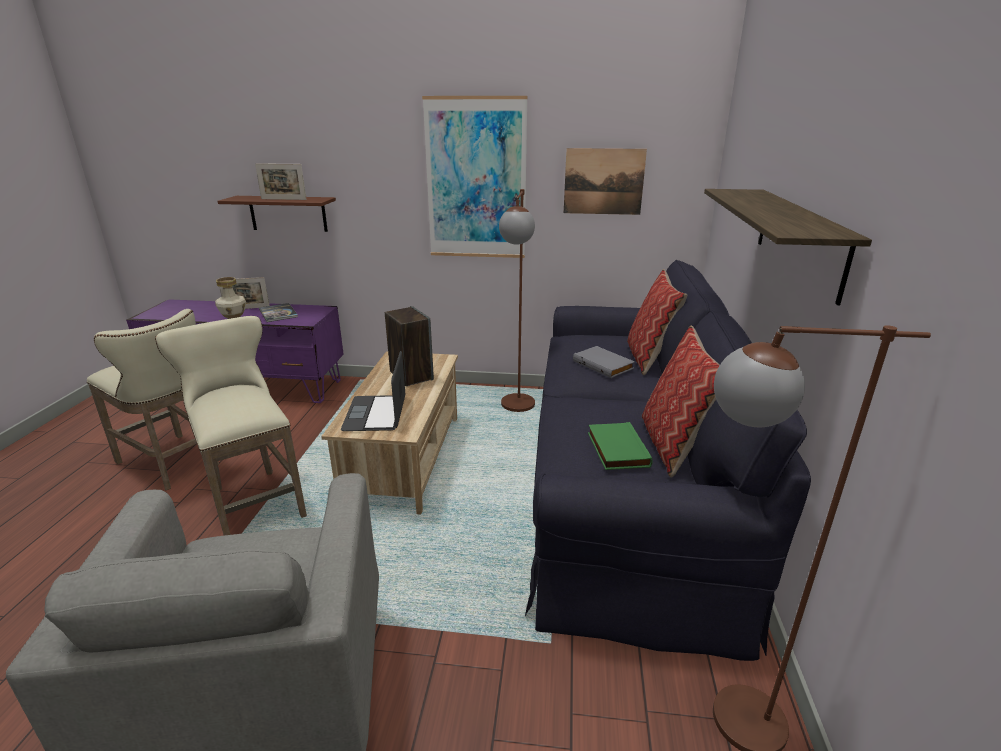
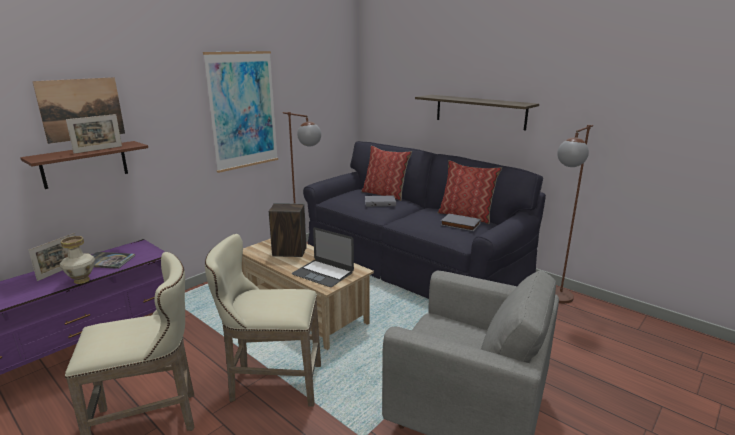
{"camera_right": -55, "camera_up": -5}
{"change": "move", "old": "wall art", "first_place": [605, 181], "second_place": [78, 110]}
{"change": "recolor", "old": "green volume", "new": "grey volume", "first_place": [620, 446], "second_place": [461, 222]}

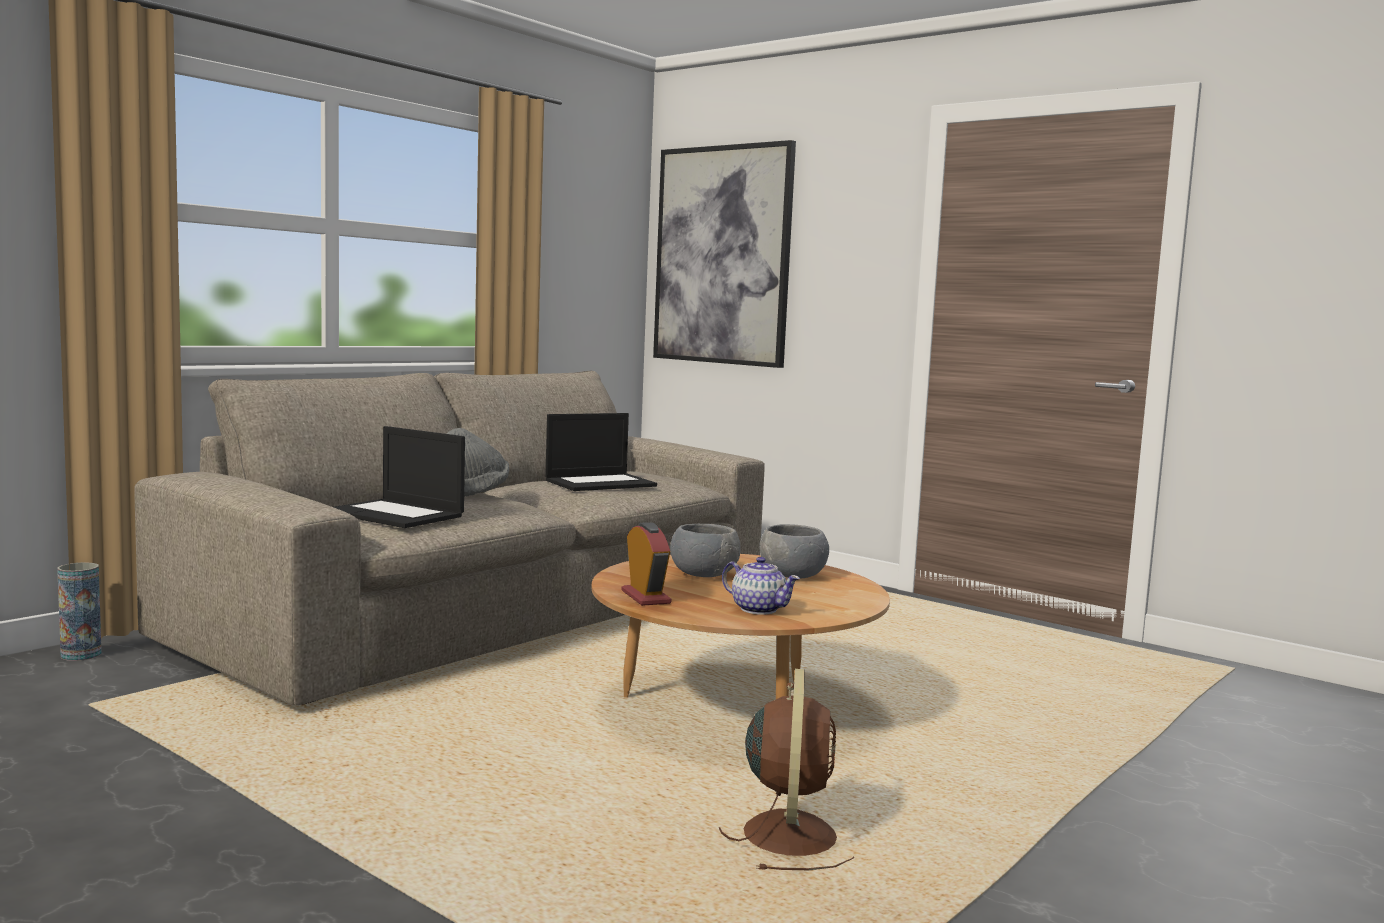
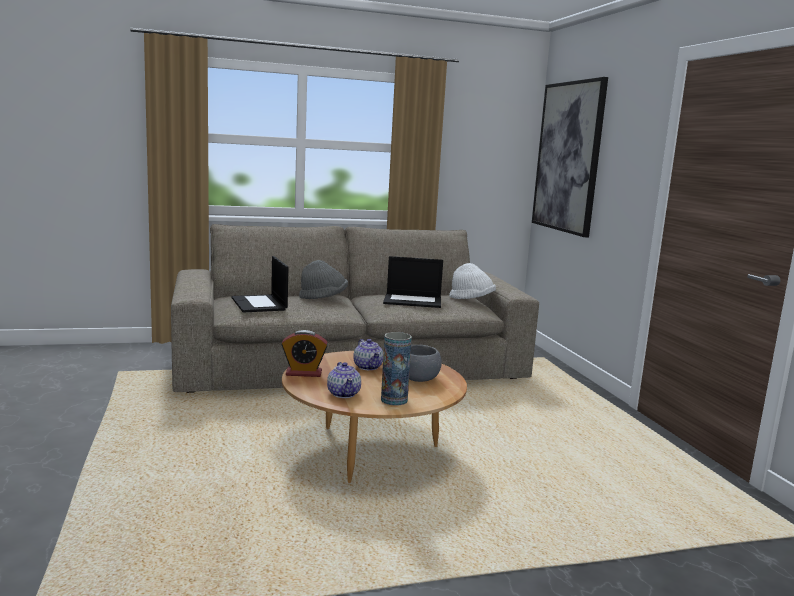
{"camera_right": 35, "camera_up": 5}
{"change": "move", "old": "vase", "first_place": [79, 611], "second_place": [396, 369]}
{"change": "rotate", "old": "alarm clock", "first_place": [646, 564], "second_place": [304, 353], "degrees": 75}
{"change": "replace", "old": "grey serving bowl", "new": "pot for tea", "first_place": [705, 550], "second_place": [368, 354]}
{"change": "delete", "old": "brownish electric fan", "first_place": [786, 769]}
{"change": "insert", "new": "white-coloured hat", "second_place": [472, 281]}

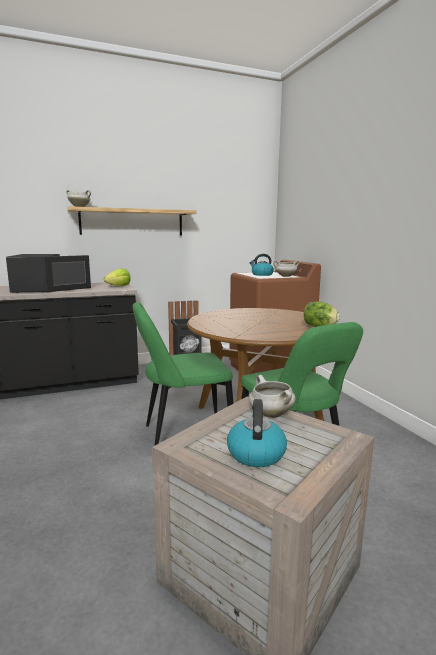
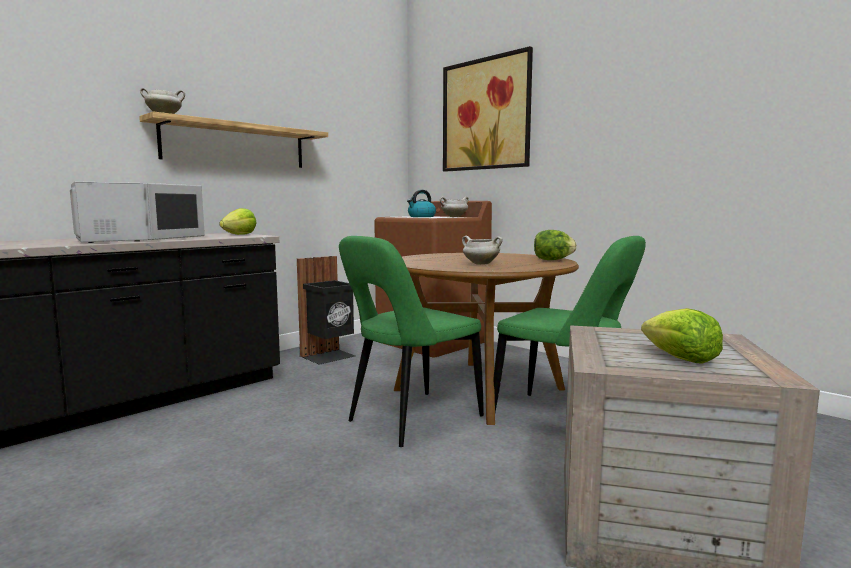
{"camera_right": -25, "camera_up": -5}
{"change": "recolor", "old": "black-coloured microwave", "new": "white-coloured microwave", "first_place": [48, 273], "second_place": [137, 212]}
{"change": "replace", "old": "water kettle", "new": "head of lettuce", "first_place": [257, 433], "second_place": [682, 336]}
{"change": "move", "old": "white-coloured saucepot", "first_place": [272, 396], "second_place": [482, 250]}
{"change": "insert", "new": "wall art", "second_place": [488, 109]}

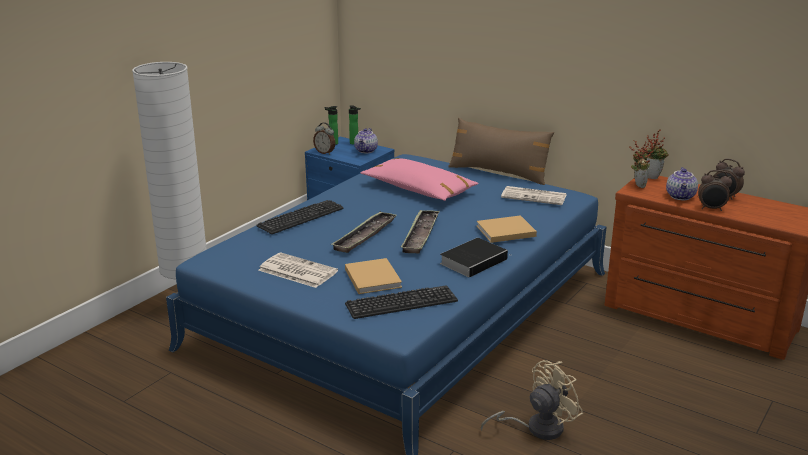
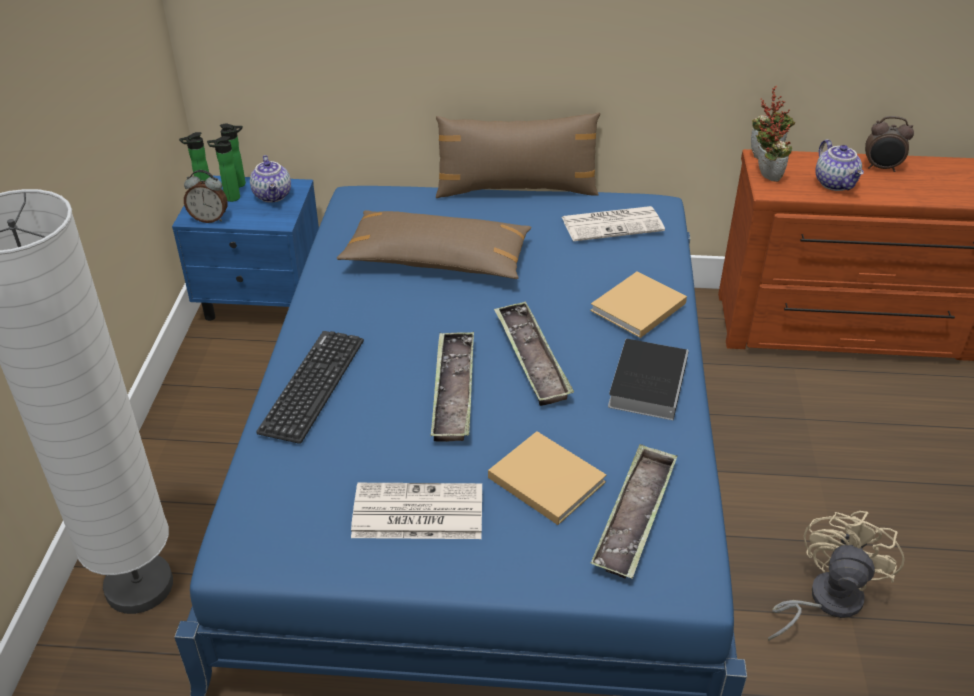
{"camera_right": -30, "camera_up": 15}
{"change": "replace", "old": "computer keyboard", "new": "tray", "first_place": [401, 302], "second_place": [634, 511]}
{"change": "recolor", "old": "pink cushion", "new": "brownish cushion", "first_place": [419, 179], "second_place": [434, 244]}
{"change": "delete", "old": "alarm clock", "first_place": [715, 190]}
{"change": "insert", "new": "beverage bottle", "second_place": [223, 169]}

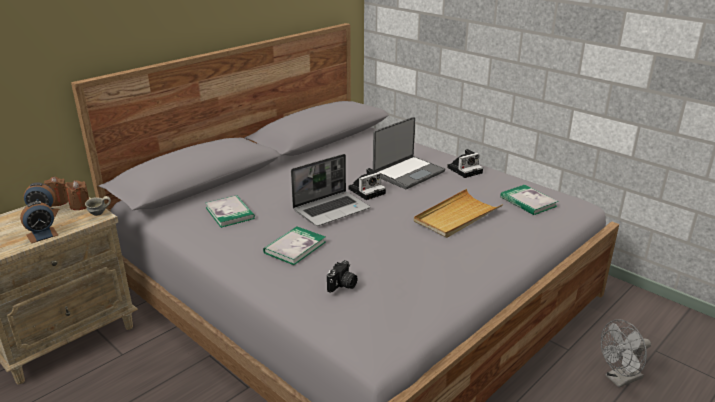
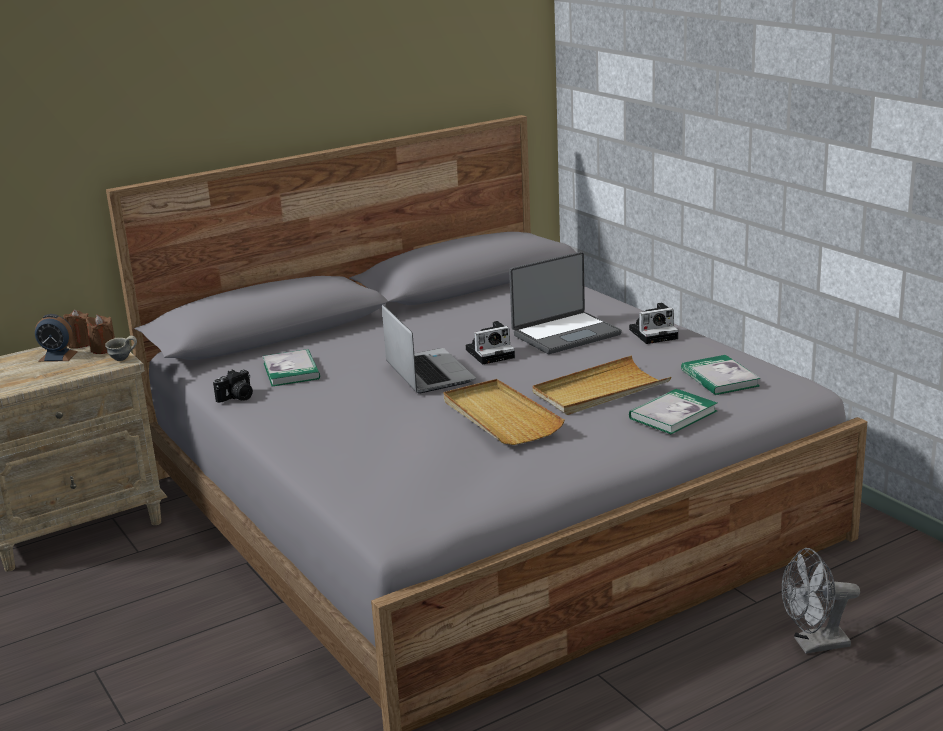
{"camera_right": 15, "camera_up": -5}
{"change": "delete", "old": "alarm clock", "first_place": [39, 222]}
{"change": "move", "old": "volume", "first_place": [294, 245], "second_place": [673, 411]}
{"change": "rotate", "old": "notebook computer", "first_place": [330, 190], "second_place": [429, 348], "degrees": -90}
{"change": "move", "old": "still camera", "first_place": [342, 276], "second_place": [233, 386]}
{"change": "insert", "new": "beige-coloured tray", "second_place": [504, 412]}

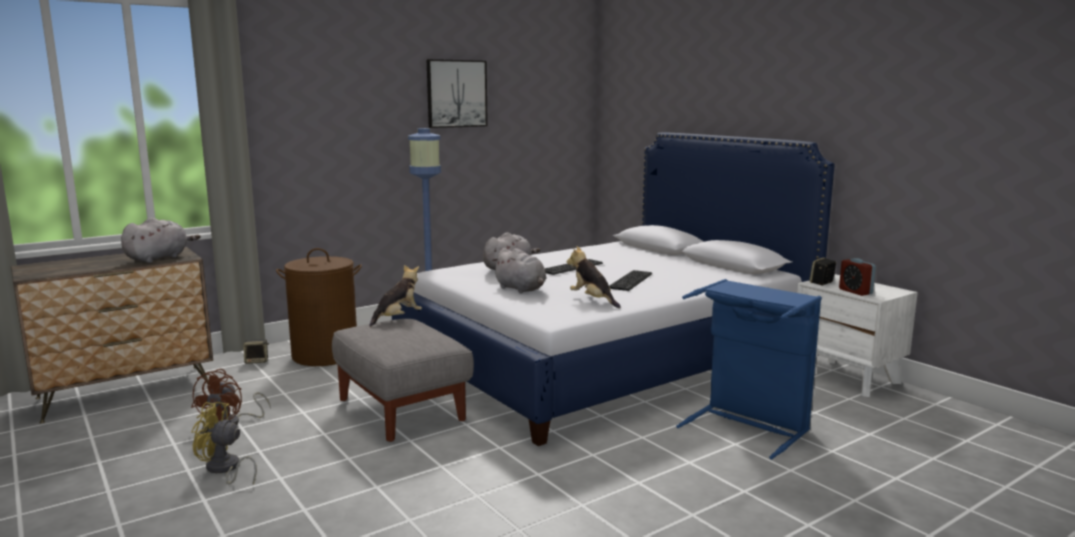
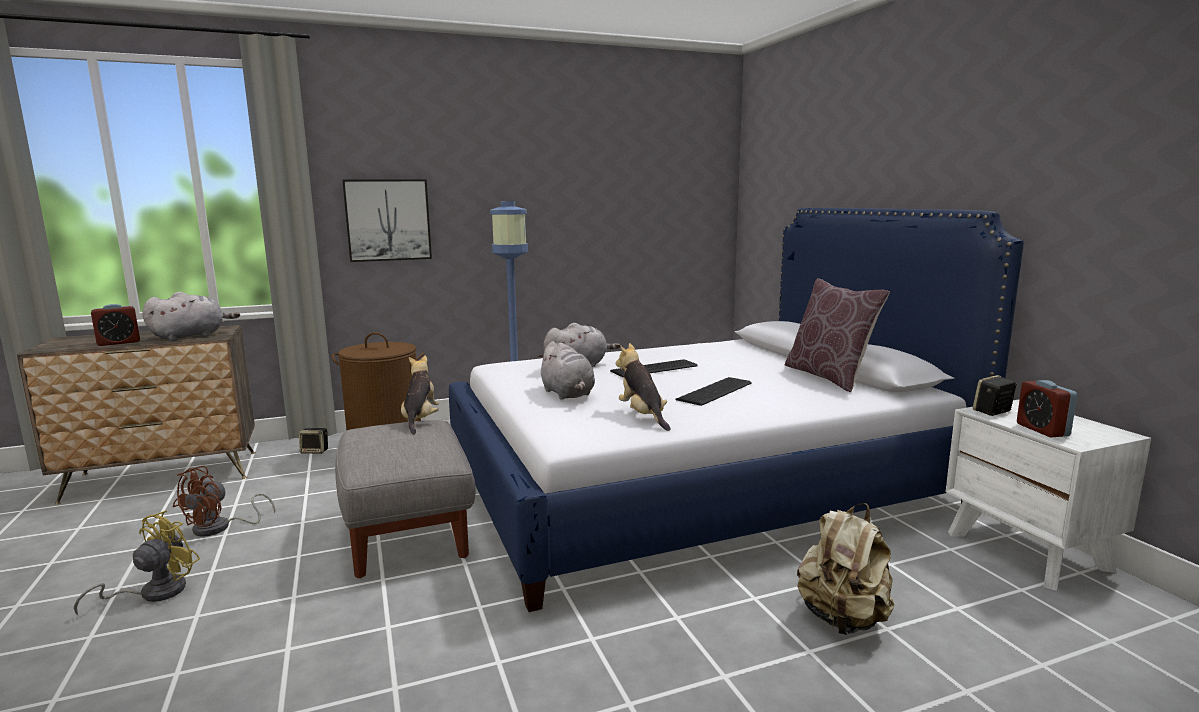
{"camera_right": 15, "camera_up": 0}
{"change": "rotate", "old": "yellowish electric fan", "first_place": [224, 443], "second_place": [137, 562], "degrees": 90}
{"change": "rotate", "old": "soft toy", "first_place": [395, 296], "second_place": [420, 395], "degrees": -60}
{"change": "move", "old": "wall art", "first_place": [457, 93], "second_place": [387, 220]}
{"change": "replace", "old": "blue laundry basket", "new": "beige-coloured rucksack", "first_place": [749, 369], "second_place": [845, 569]}
{"change": "insert", "new": "alarm clock", "second_place": [115, 325]}
{"change": "insert", "new": "brownish cushion", "second_place": [837, 335]}

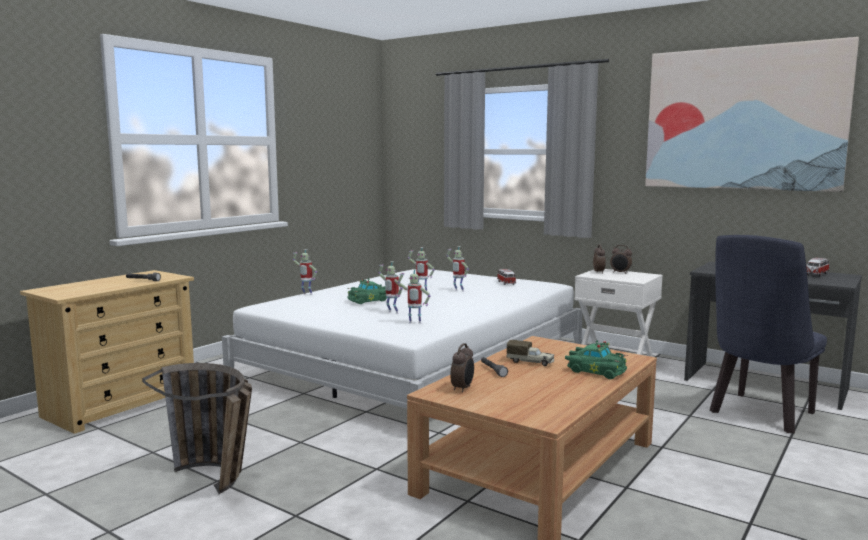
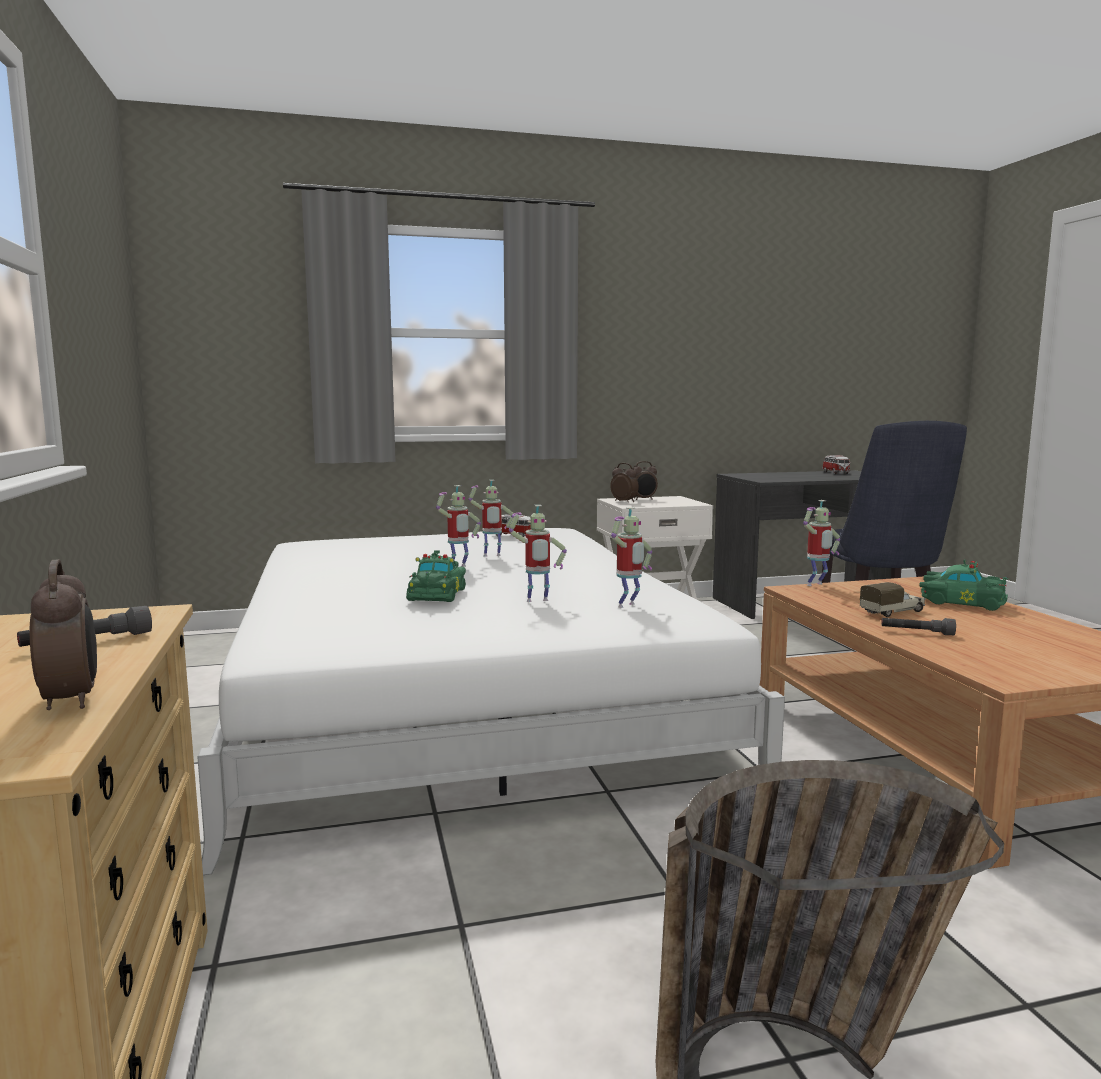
{"camera_right": -50, "camera_up": 0}
{"change": "move", "old": "toy robot", "first_place": [305, 272], "second_place": [821, 543]}
{"change": "move", "old": "alarm clock", "first_place": [462, 367], "second_place": [63, 634]}
{"change": "rotate", "old": "green toy car", "first_place": [596, 359], "second_place": [964, 585], "degrees": 45}
{"change": "delete", "old": "wall art", "first_place": [752, 114]}

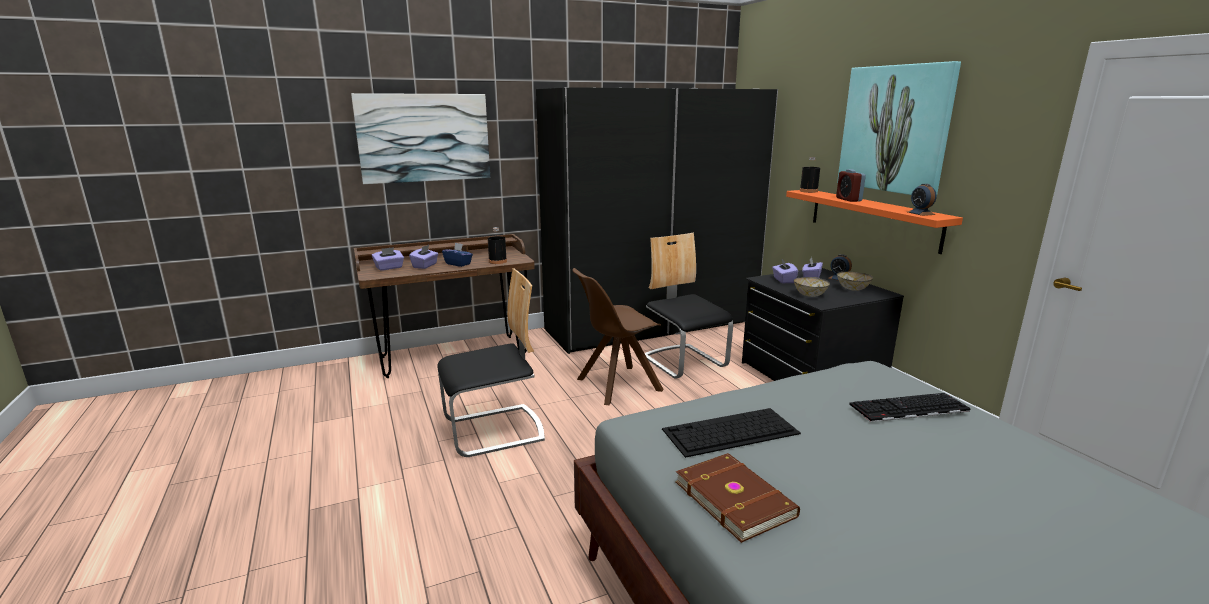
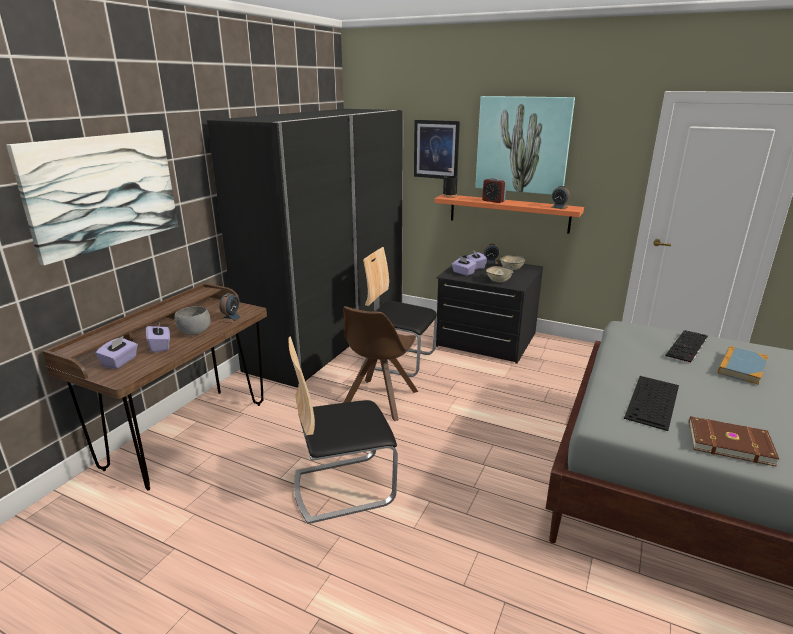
{"camera_right": -40, "camera_up": 5}
{"change": "rotate", "old": "chair", "first_place": [491, 362], "second_place": [343, 430], "degrees": -135}
{"change": "replace", "old": "blue tissue box", "new": "grey serving bowl", "first_place": [457, 255], "second_place": [192, 320]}
{"change": "replace", "old": "black-coloured beverage bottle", "new": "alarm clock", "first_place": [497, 245], "second_place": [231, 308]}
{"change": "insert", "new": "wall art", "second_place": [437, 149]}
{"change": "insert", "new": "volume", "second_place": [743, 365]}

